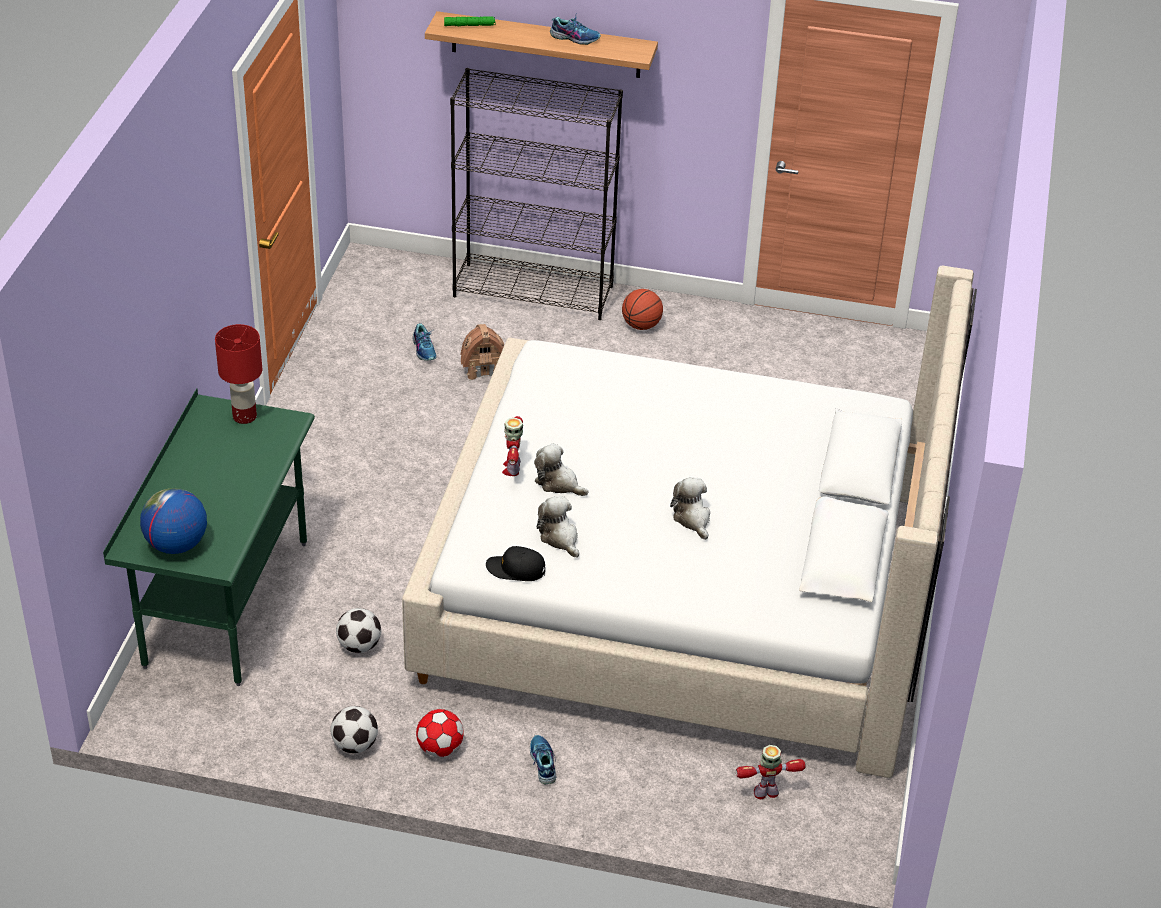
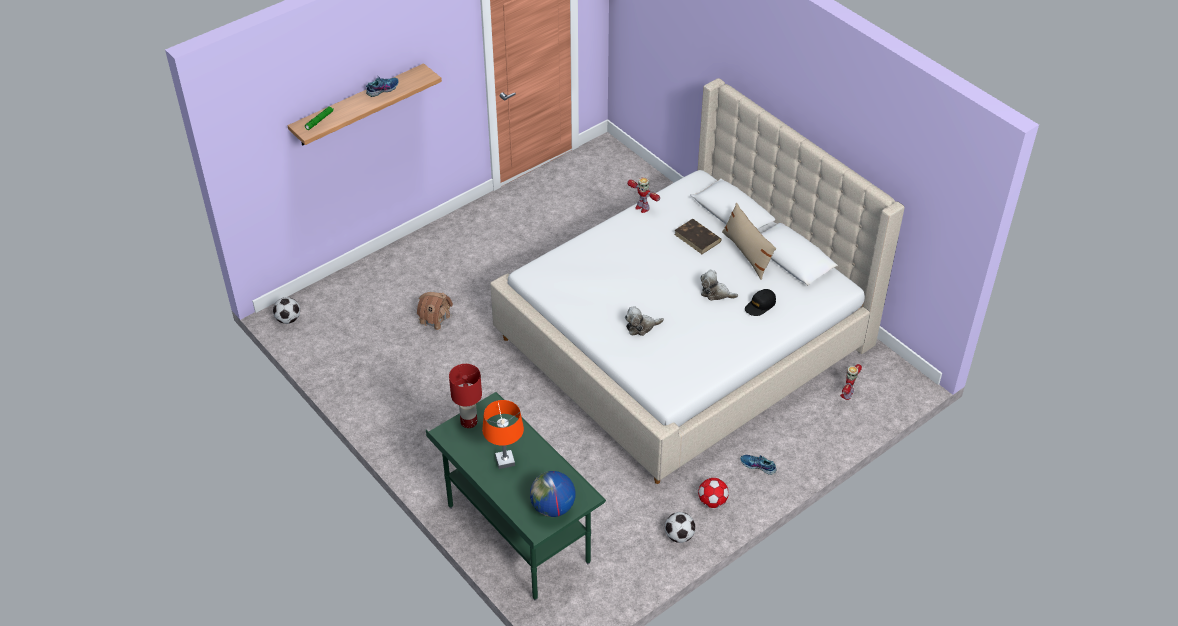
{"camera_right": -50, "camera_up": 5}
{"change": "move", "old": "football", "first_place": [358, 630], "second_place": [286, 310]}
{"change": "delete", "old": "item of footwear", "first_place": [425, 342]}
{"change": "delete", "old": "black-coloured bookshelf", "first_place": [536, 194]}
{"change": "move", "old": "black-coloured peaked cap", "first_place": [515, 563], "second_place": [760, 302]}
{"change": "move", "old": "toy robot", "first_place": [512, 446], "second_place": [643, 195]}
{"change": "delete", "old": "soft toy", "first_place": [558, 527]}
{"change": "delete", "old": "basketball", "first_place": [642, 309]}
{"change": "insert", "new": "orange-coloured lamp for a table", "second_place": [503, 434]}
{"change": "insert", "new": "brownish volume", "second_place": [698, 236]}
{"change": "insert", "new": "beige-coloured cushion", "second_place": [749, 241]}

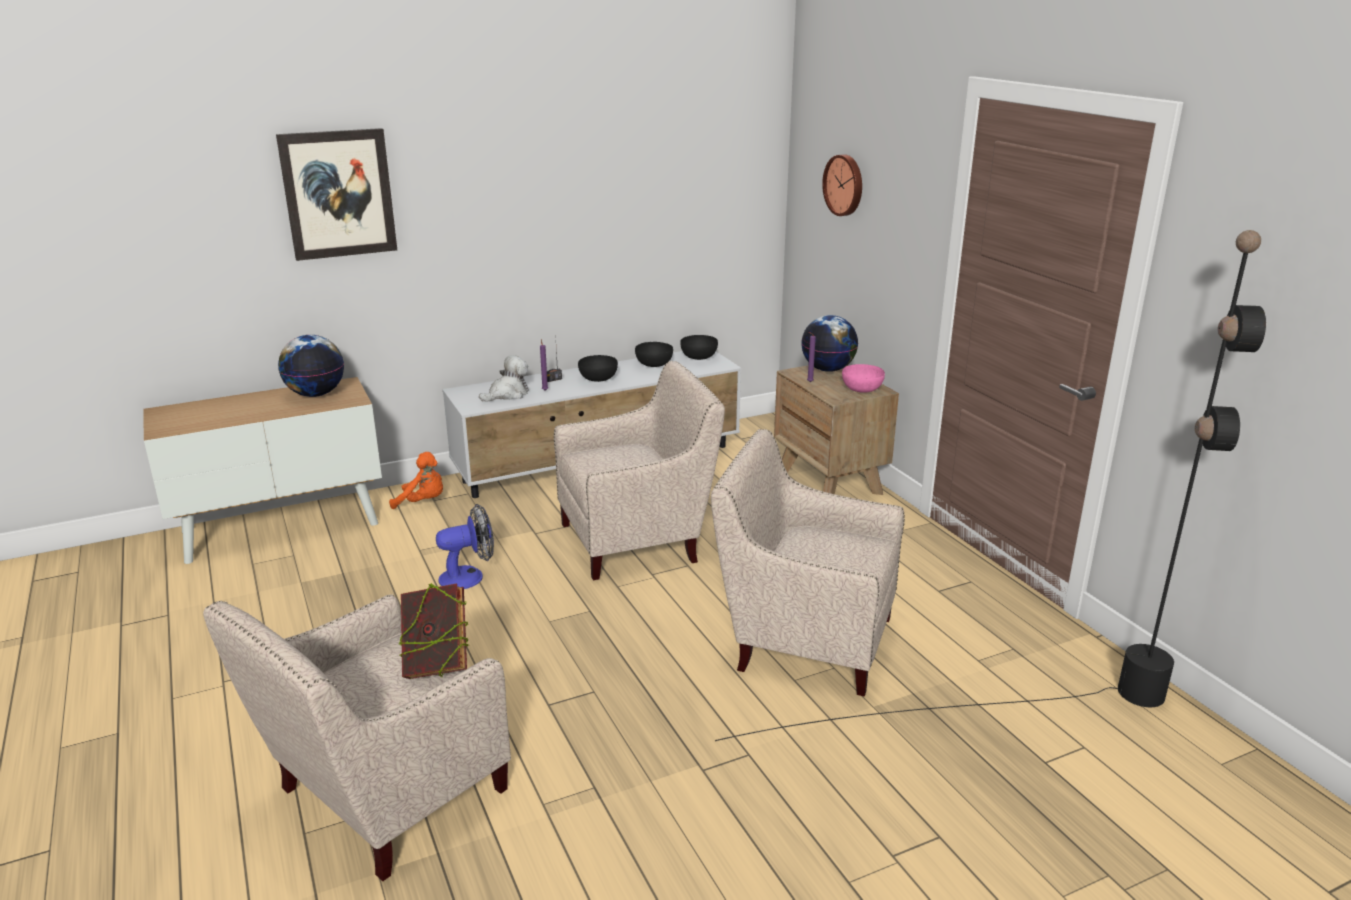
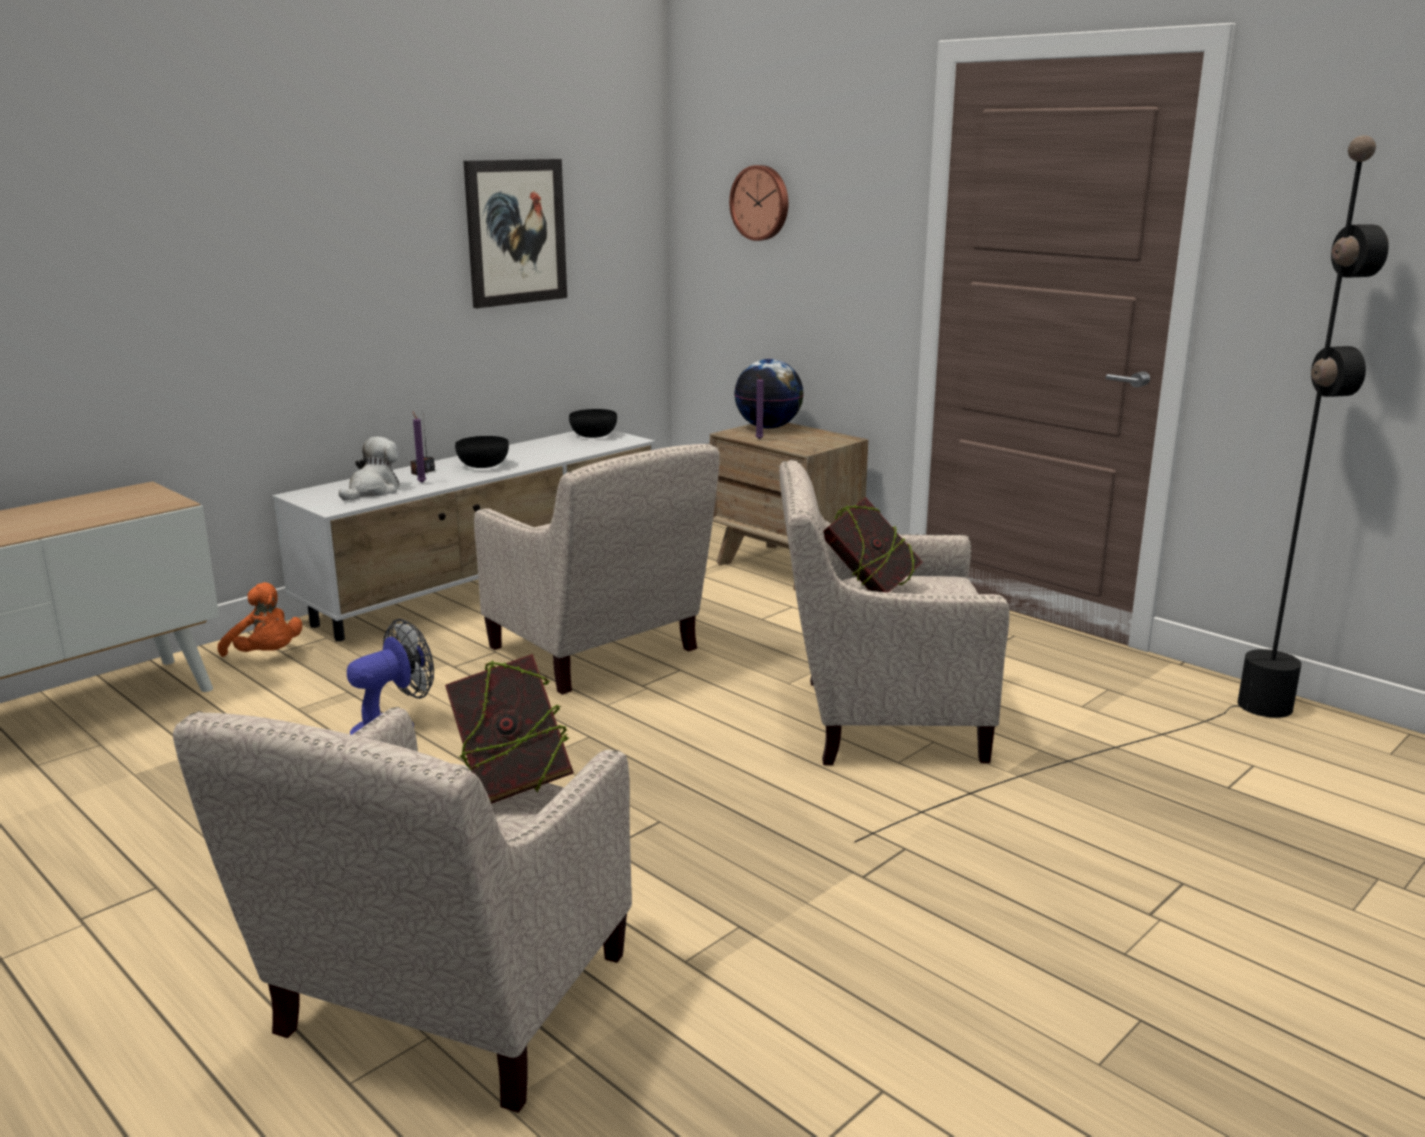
{"camera_right": -20, "camera_up": -5}
{"change": "move", "old": "wall art", "first_place": [336, 194], "second_place": [515, 233]}
{"change": "delete", "old": "globe", "first_place": [311, 366]}
{"change": "rotate", "old": "orange-coloured soft toy", "first_place": [416, 480], "second_place": [260, 619], "degrees": 45}
{"change": "rotate", "old": "beige-coloured easy chair", "first_place": [639, 470], "second_place": [597, 569], "degrees": 90}
{"change": "delete", "old": "black-coloured serving bowl", "first_place": [654, 354]}
{"change": "delete", "old": "pink serving bowl", "first_place": [863, 378]}
{"change": "insert", "new": "volume", "second_place": [873, 545]}

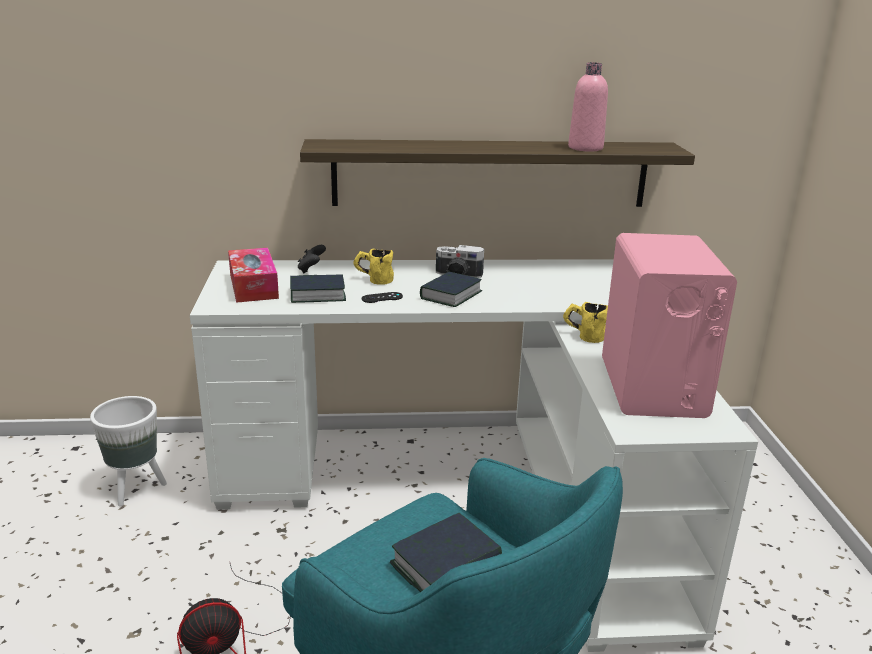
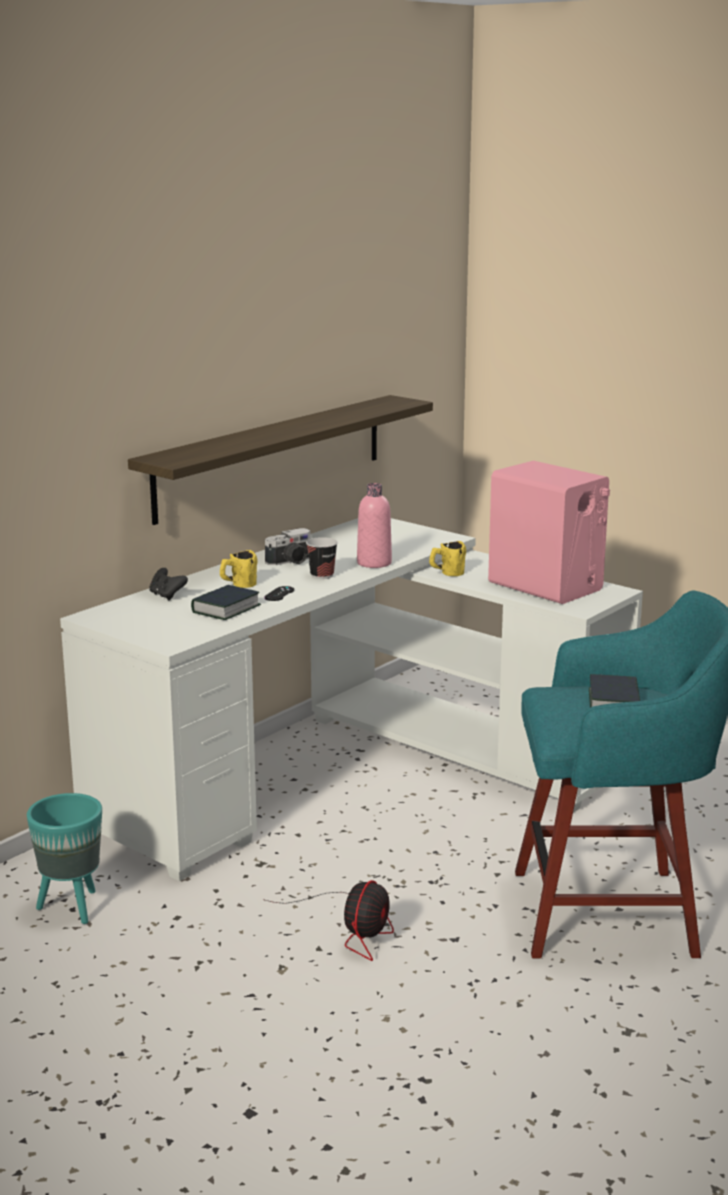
{"camera_right": -45, "camera_up": -5}
{"change": "recolor", "old": "white-coloured plant pot", "new": "blue-green plant pot", "first_place": [128, 451], "second_place": [64, 858]}
{"change": "delete", "old": "tissue box", "first_place": [253, 275]}
{"change": "replace", "old": "volume", "new": "small cup", "first_place": [451, 289], "second_place": [322, 558]}
{"change": "move", "old": "pink beverage bottle", "first_place": [588, 107], "second_place": [374, 525]}

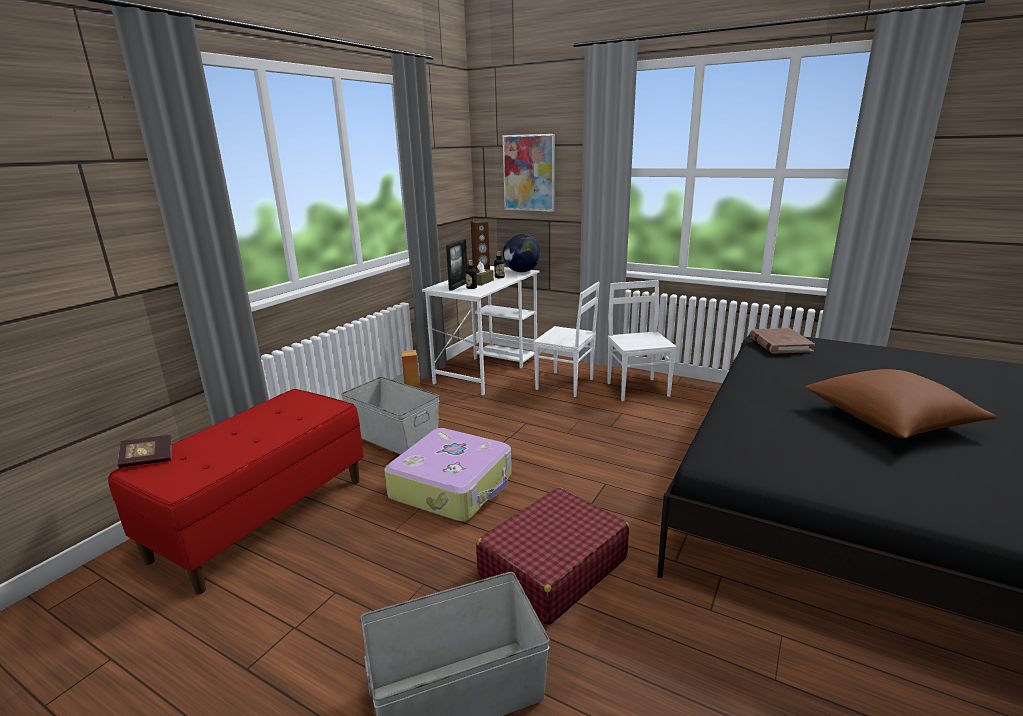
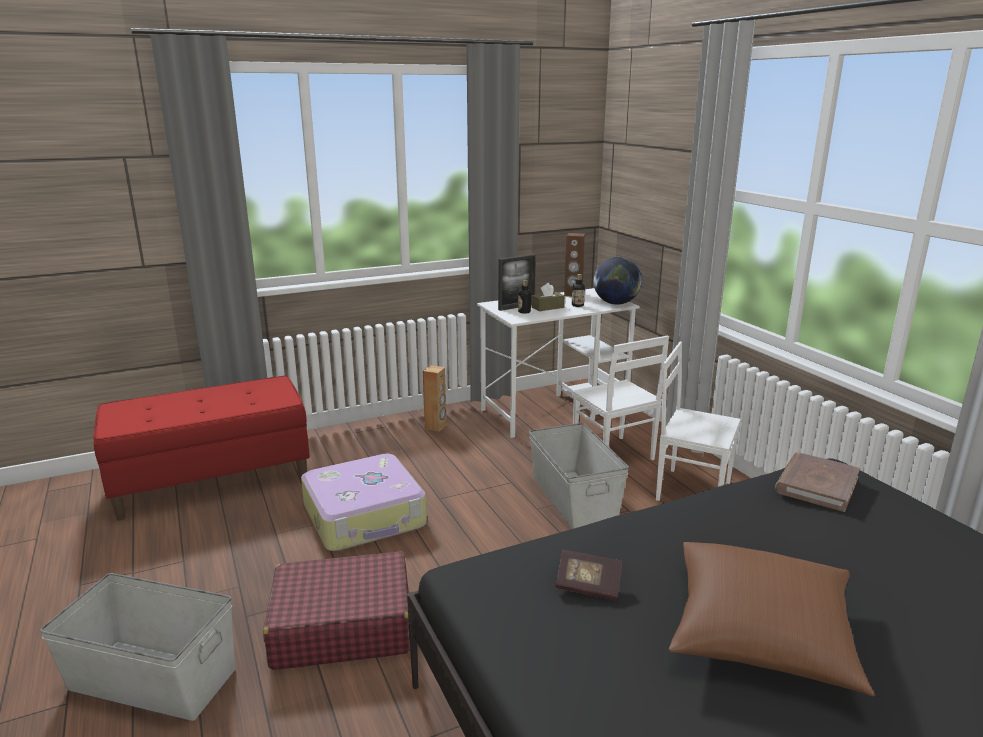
{"camera_right": 35, "camera_up": 0}
{"change": "move", "old": "volume", "first_place": [145, 451], "second_place": [589, 575]}
{"change": "move", "old": "grey storage bin", "first_place": [390, 416], "second_place": [579, 476]}
{"change": "delete", "old": "wall art", "first_place": [529, 173]}
{"change": "rotate", "old": "white-coloured chair", "first_place": [642, 340], "second_place": [698, 421], "degrees": -90}

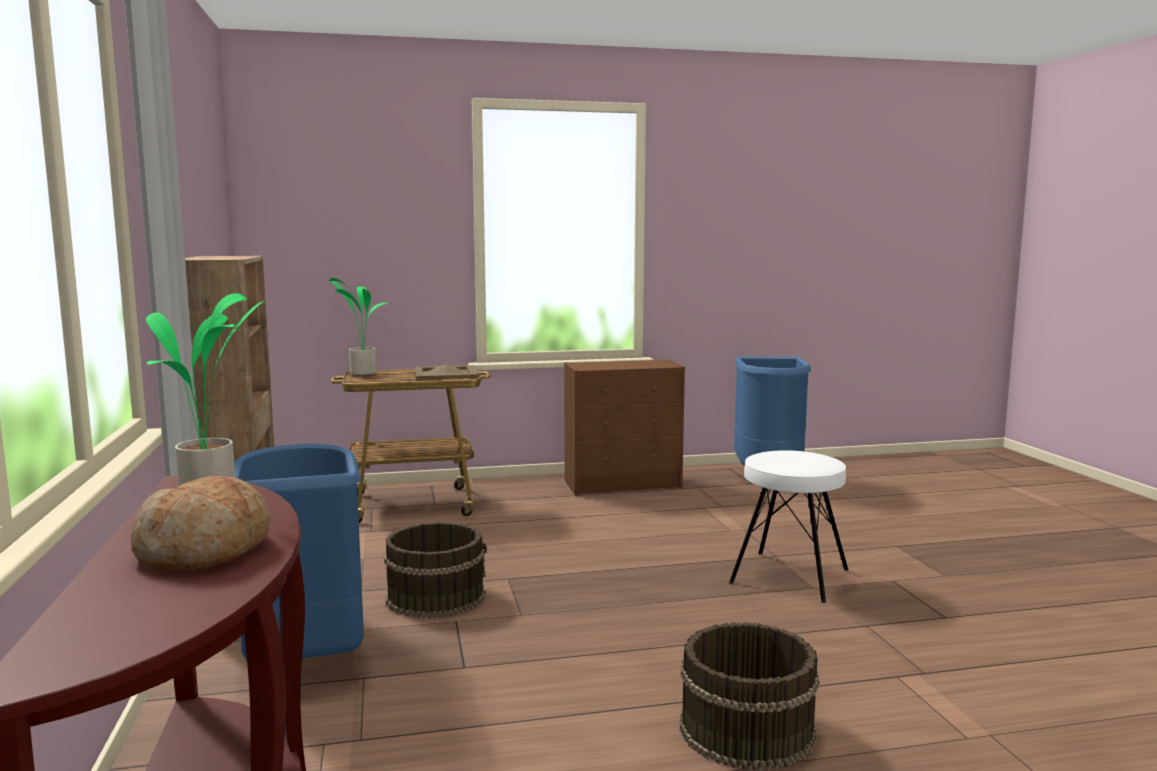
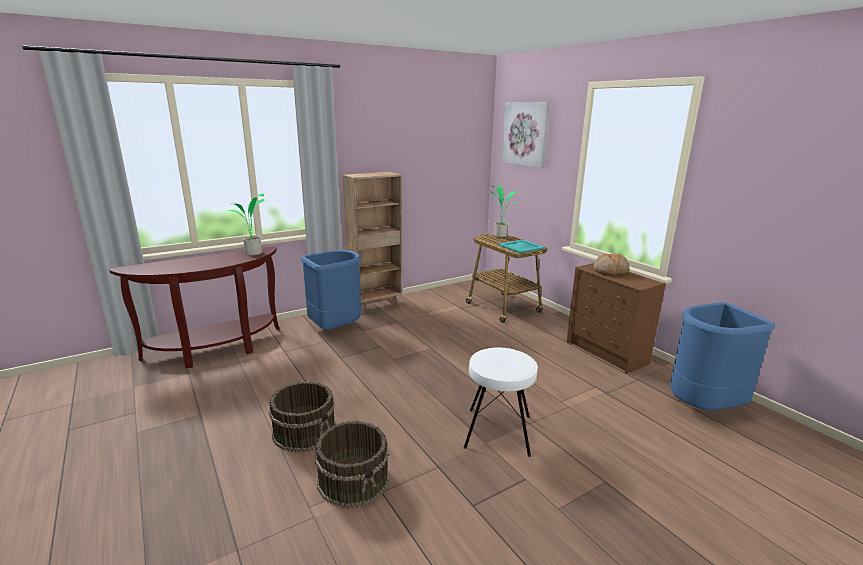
{"camera_right": 70, "camera_up": 10}
{"change": "move", "old": "bakery bread", "first_place": [201, 523], "second_place": [612, 264]}
{"change": "move", "old": "brownish pail", "first_place": [435, 570], "second_place": [352, 464]}
{"change": "recolor", "old": "beige-coloured tray", "new": "blue-green tray", "first_place": [447, 372], "second_place": [521, 246]}
{"change": "insert", "new": "wall art", "second_place": [526, 135]}

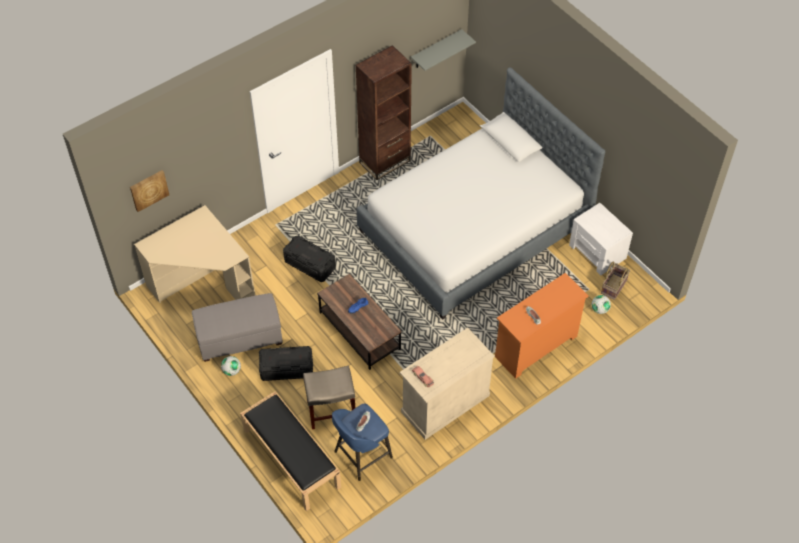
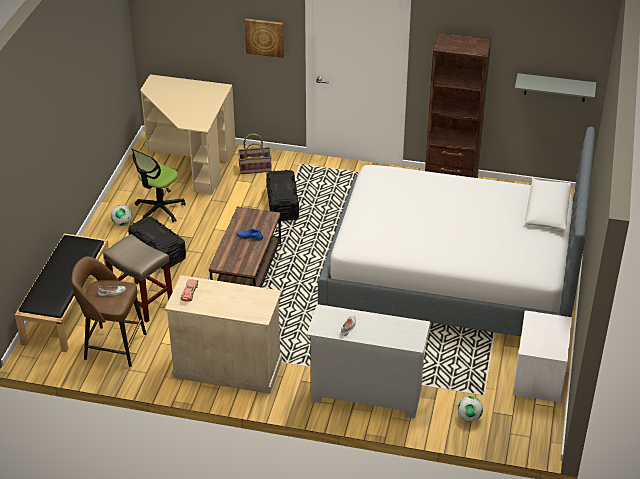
{"camera_right": 50, "camera_up": -15}
{"change": "move", "old": "wall art", "first_place": [149, 191], "second_place": [264, 38]}
{"change": "replace", "old": "grey footrest", "new": "desk chair", "first_place": [237, 327], "second_place": [158, 185]}
{"change": "recolor", "old": "blue stool", "new": "brownish stool", "first_place": [362, 442], "second_place": [109, 311]}
{"change": "recolor", "old": "orange-coloured dresser", "new": "white-coloured dresser", "first_place": [542, 326], "second_place": [368, 361]}
{"change": "move", "old": "household basket", "first_place": [615, 280], "second_place": [255, 154]}

